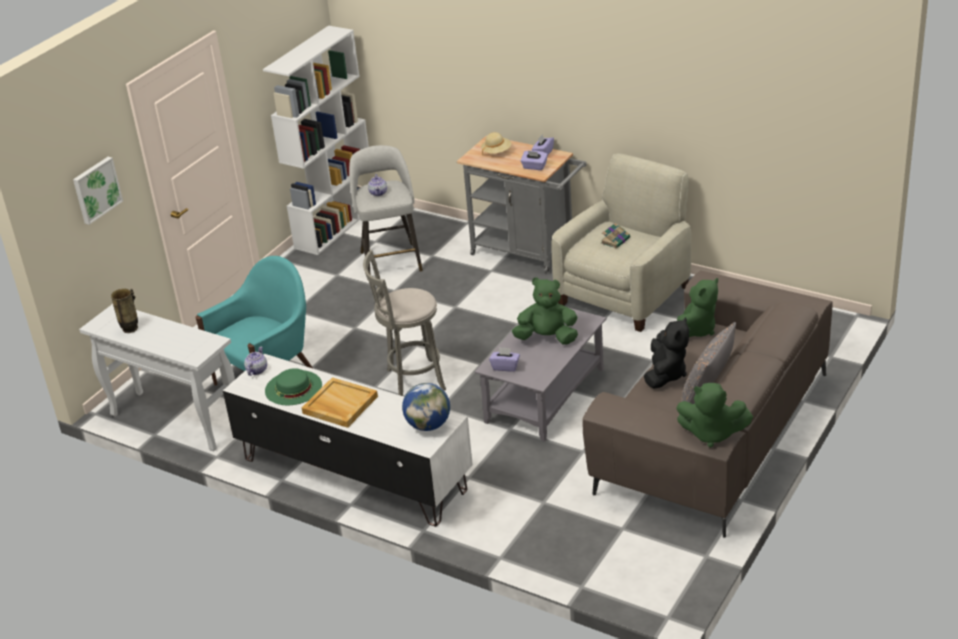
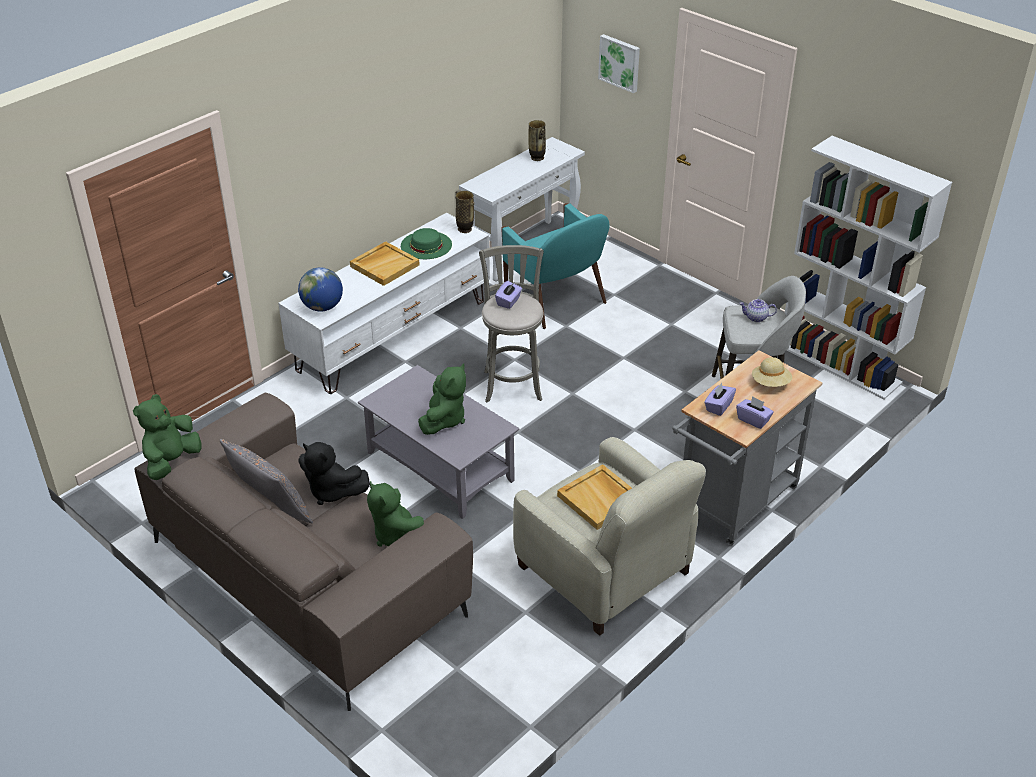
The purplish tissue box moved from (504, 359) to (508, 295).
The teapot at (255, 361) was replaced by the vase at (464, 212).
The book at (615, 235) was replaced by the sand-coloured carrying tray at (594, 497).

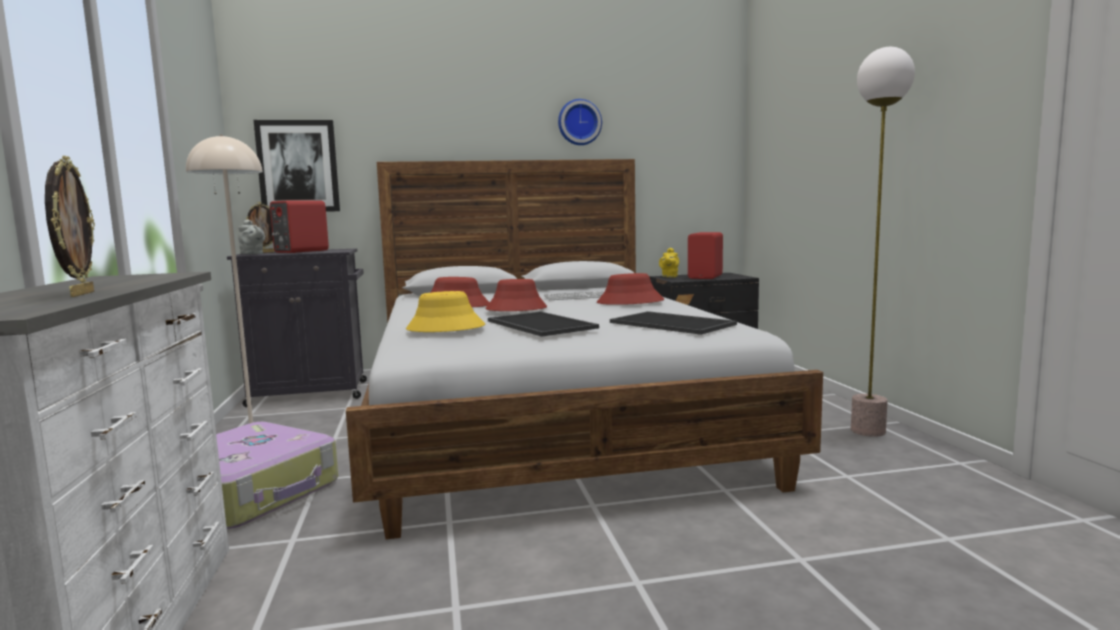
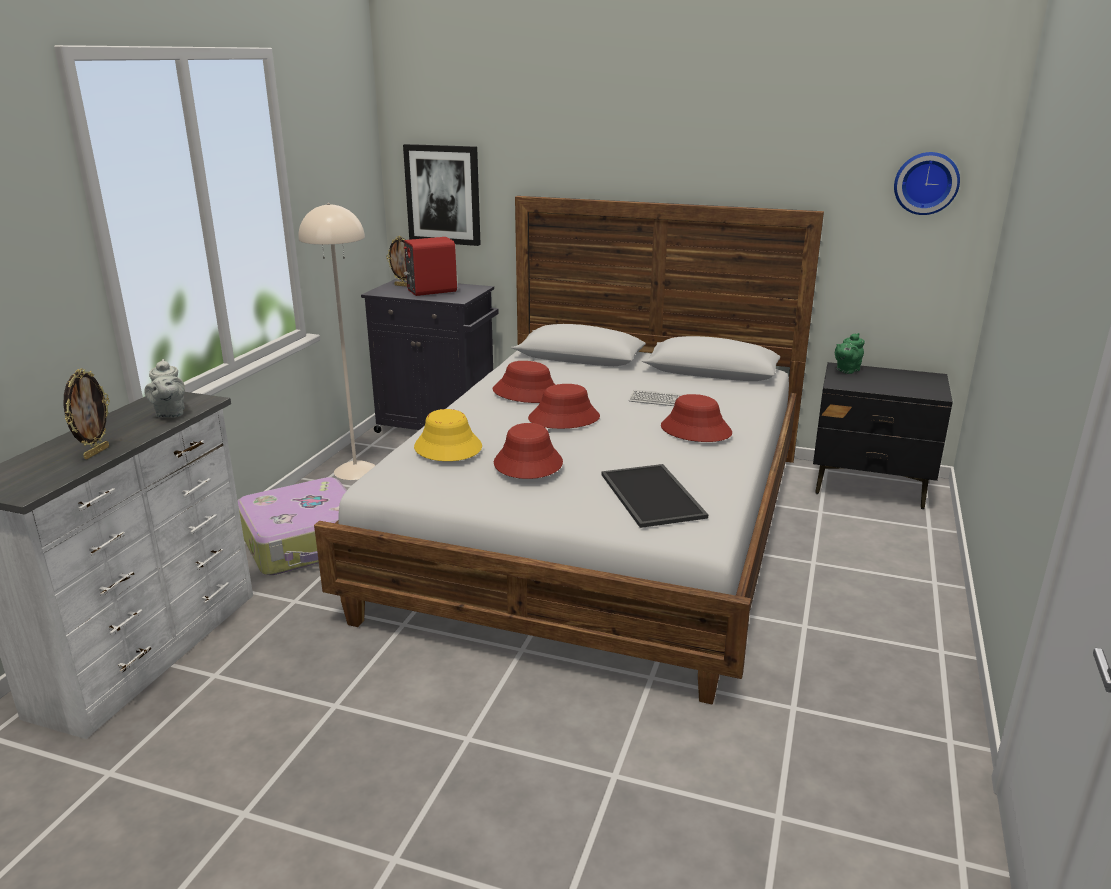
The red-coloured speaker at (705, 255) disappeared.
The standard lamp at (883, 242) disappeared.
The gray teapot moved from (251, 236) to (164, 388).
The clock on the wall moved from (580, 122) to (927, 183).
The carrying tray at (543, 324) was replaced by the red-coloured wearable hat at (528, 451).
The yellow teapot at (669, 263) became the green-coloured teapot at (850, 353).

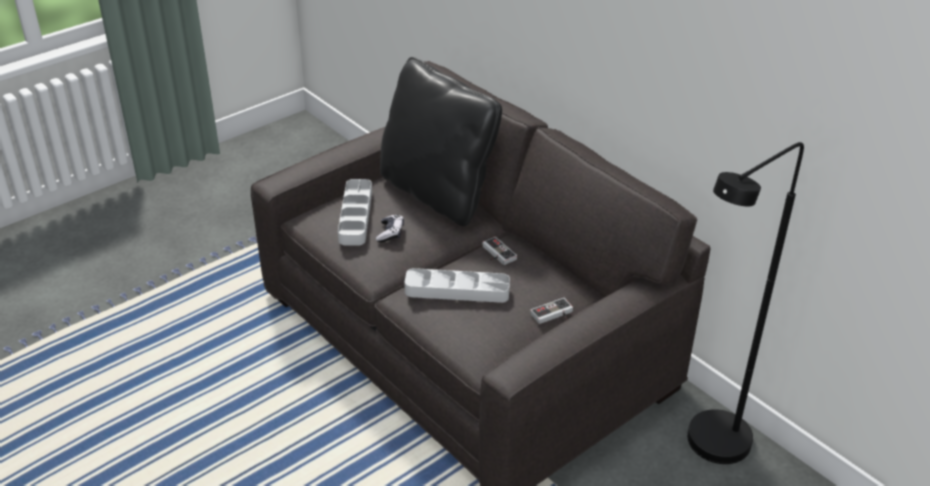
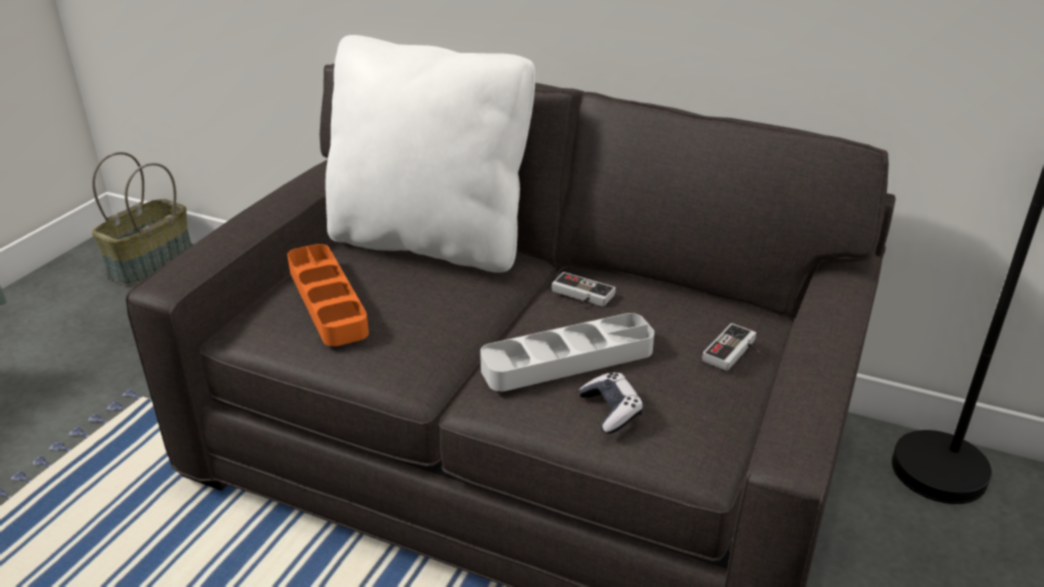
The basket at (142, 219) appeared.
The game controller moved from (390, 228) to (611, 403).
The gray carrying tray at (355, 212) became the orange carrying tray at (328, 295).
The blackish pillow at (441, 141) became the whitish pillow at (430, 154).

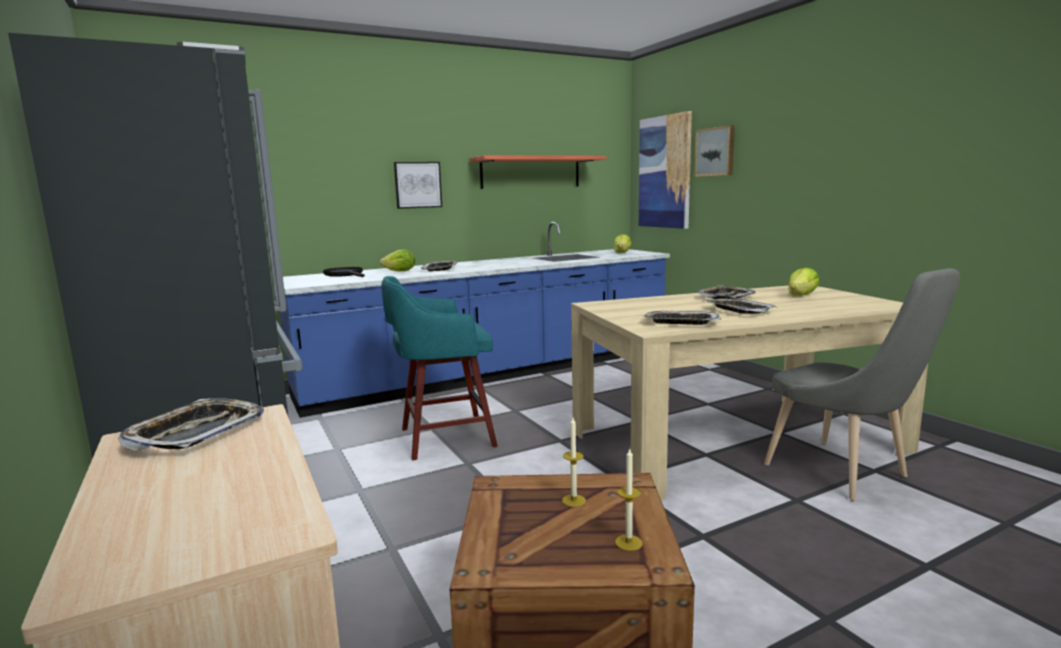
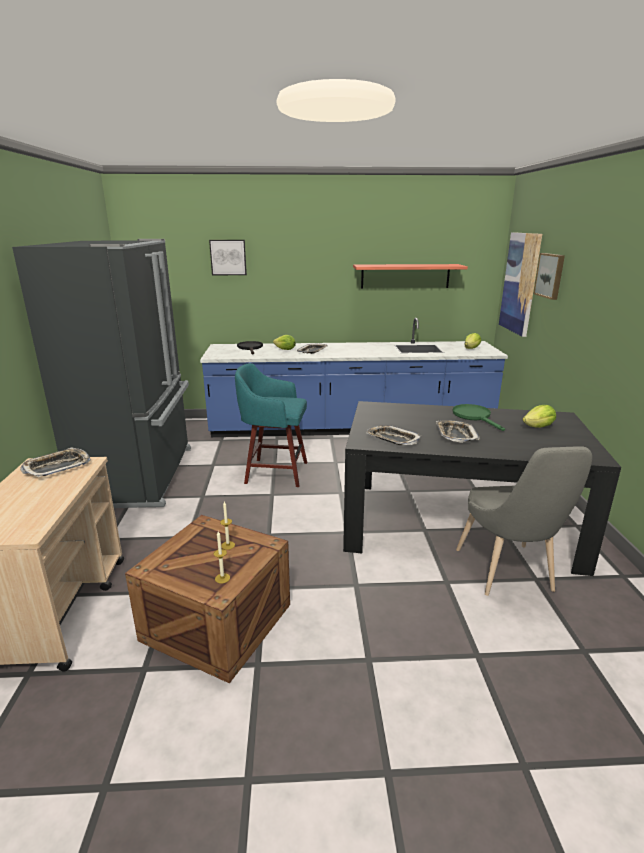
The wall art moved from (418, 185) to (228, 257).
The carrying tray at (727, 292) was replaced by the green-coloured pan at (479, 417).
The sand-coloured dining table at (749, 392) became the blackish dining table at (482, 488).

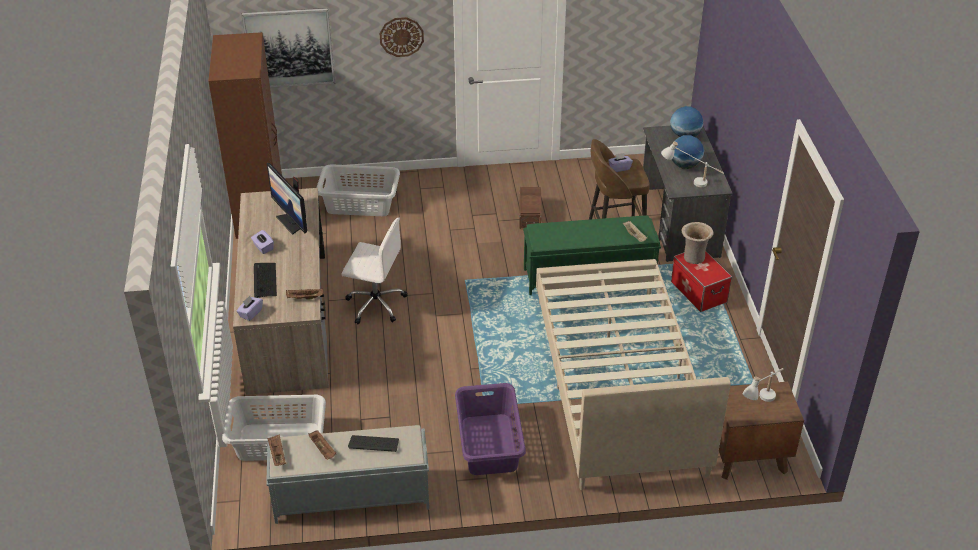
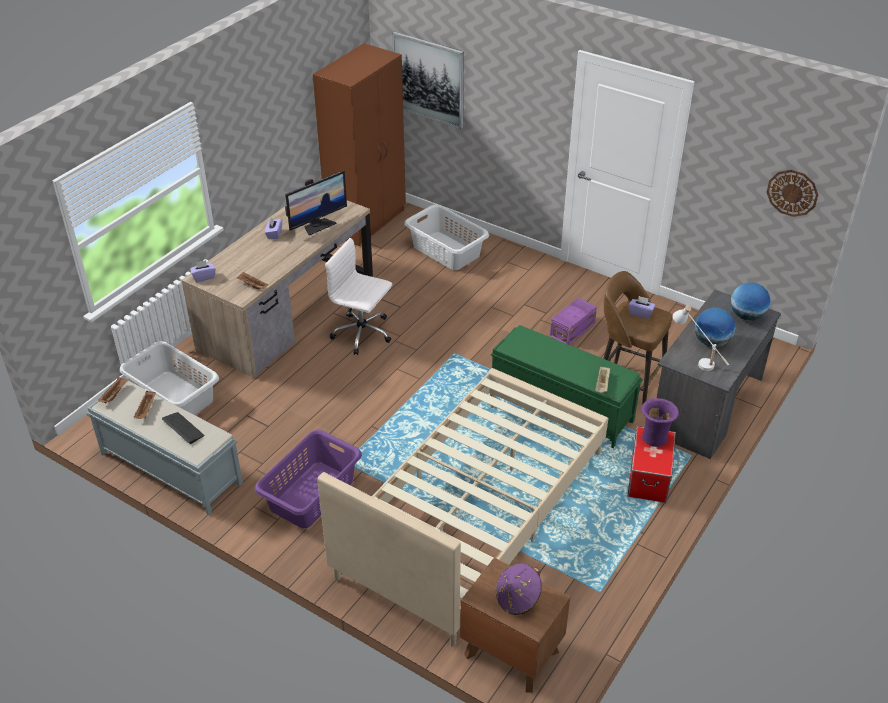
The keyboard at (265, 280) disappeared.
The clock on the wall moved from (401, 37) to (792, 193).
The whitish lamp for a table at (763, 385) was replaced by the purplish wearable hat at (519, 589).
The brown storage container at (530, 208) became the purplish storage container at (573, 321).
The sand-coloured vase at (698, 243) became the purplish vase at (660, 422).
The computer screen at (286, 199) turned 135 degrees counterclockwise.
The whitish office chair at (374, 271) turned 150 degrees clockwise.

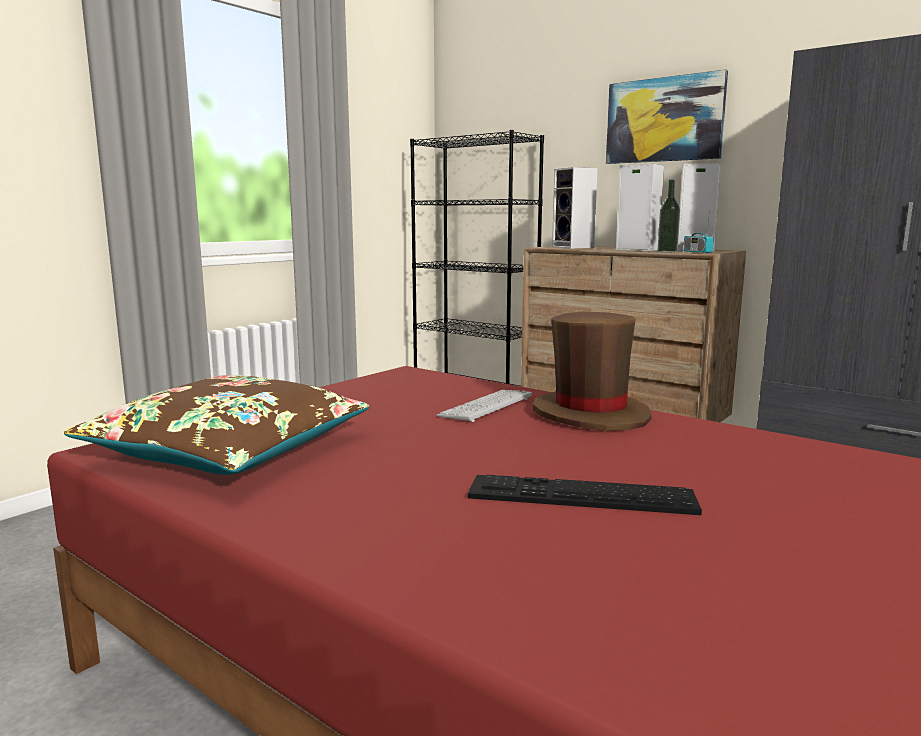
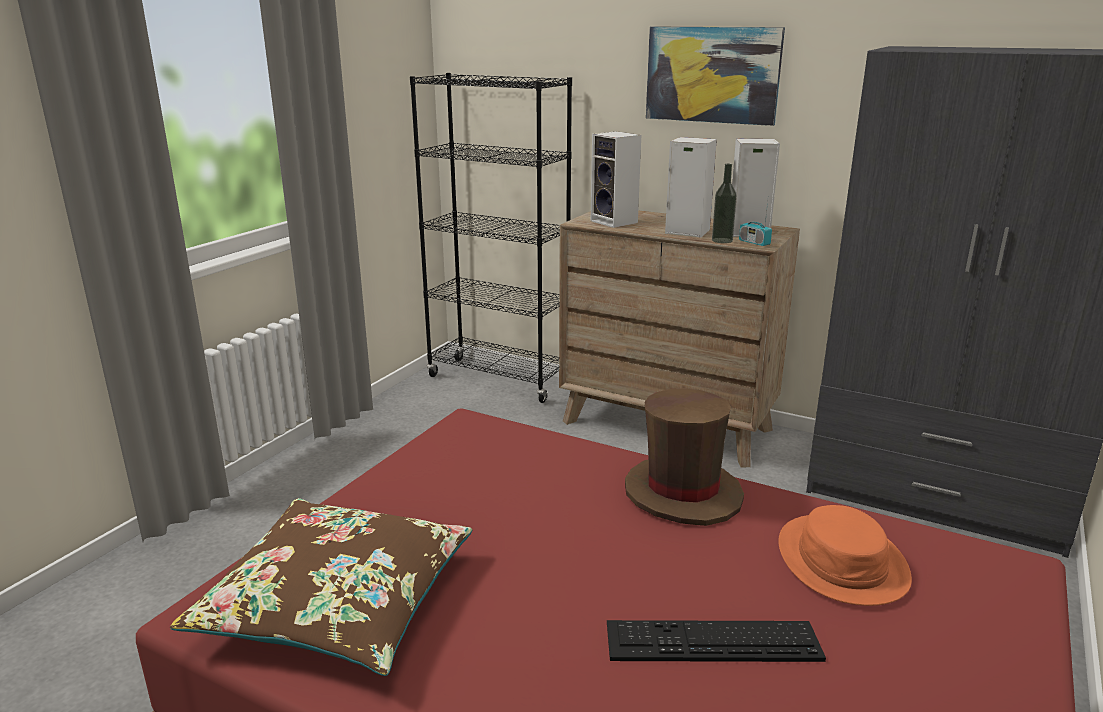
The keyboard at (484, 406) disappeared.
The orange wearable hat at (845, 555) appeared.

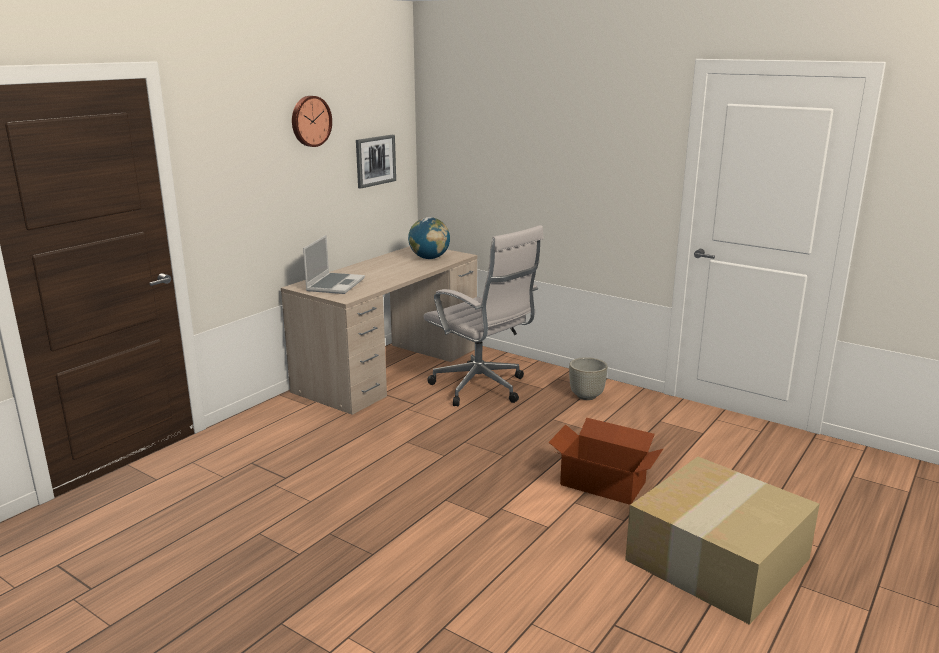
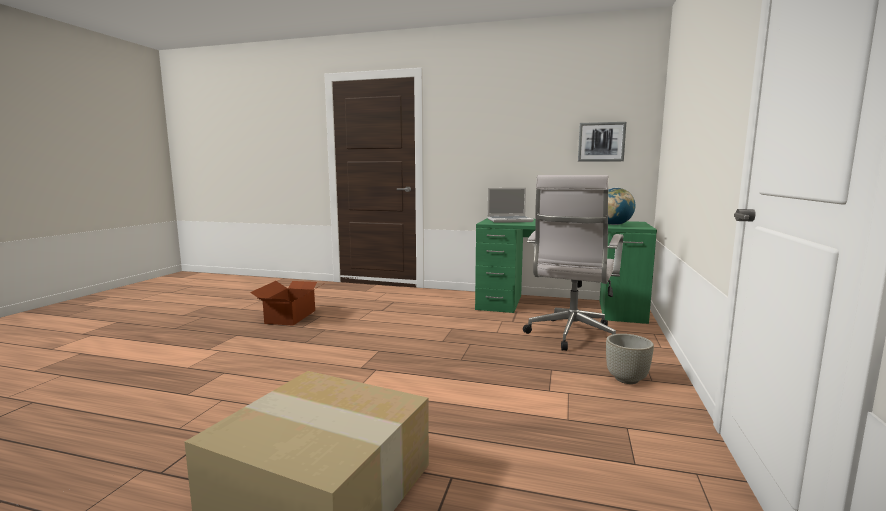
The clock on the wall at (312, 121) disappeared.
The packing box moved from (606, 461) to (287, 303).
The sand-coloured desk at (379, 330) became the green-coloured desk at (566, 271).

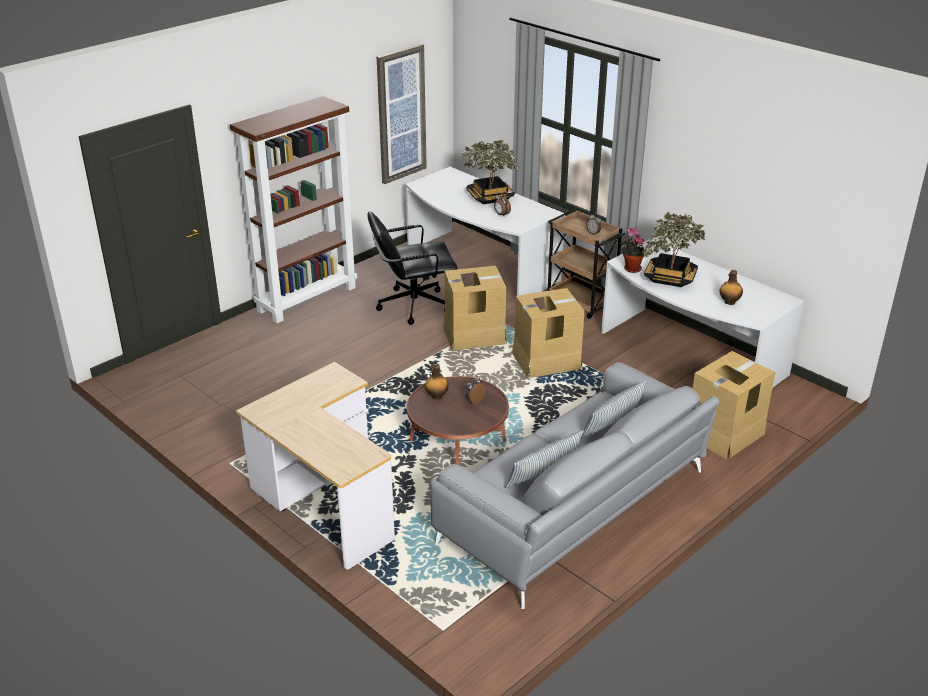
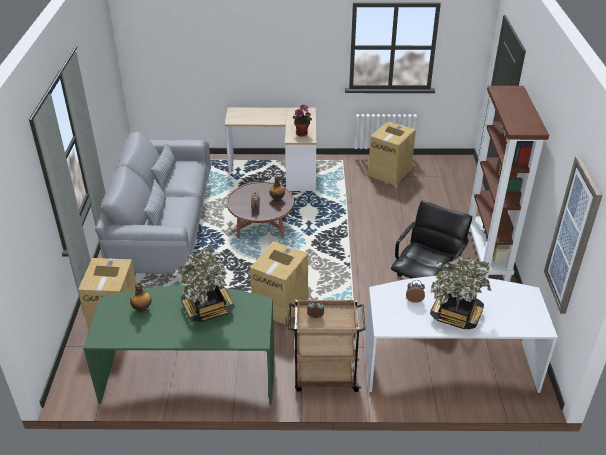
The packing box moved from (475, 308) to (391, 153).
The potted plant moved from (632, 250) to (302, 120).
The whitish desk at (703, 313) became the green-coloured desk at (178, 345).

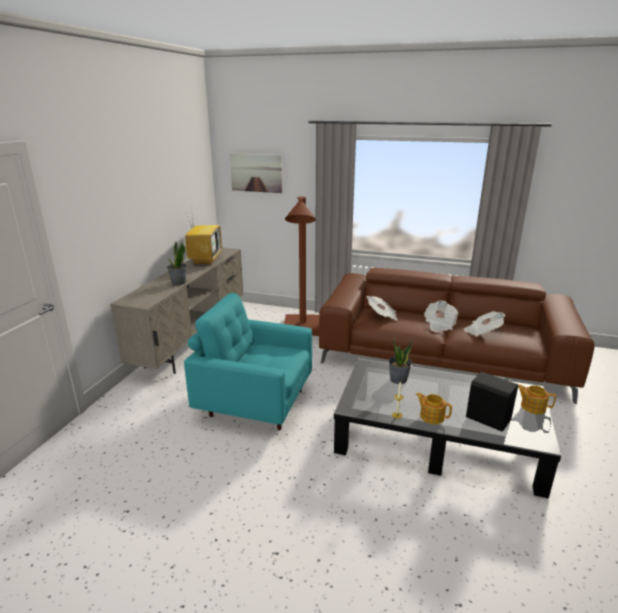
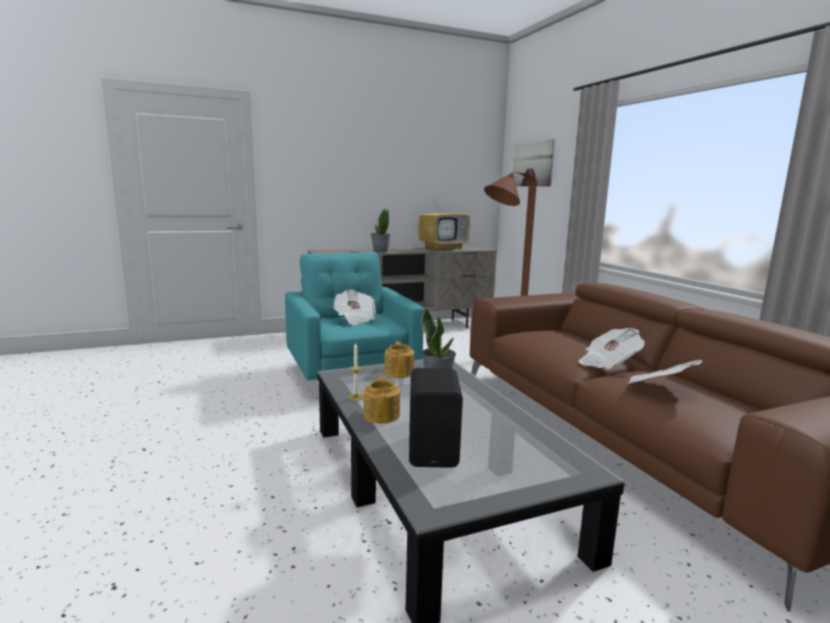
The newspaper moved from (382, 308) to (354, 307).
The teapot moved from (537, 399) to (399, 359).

